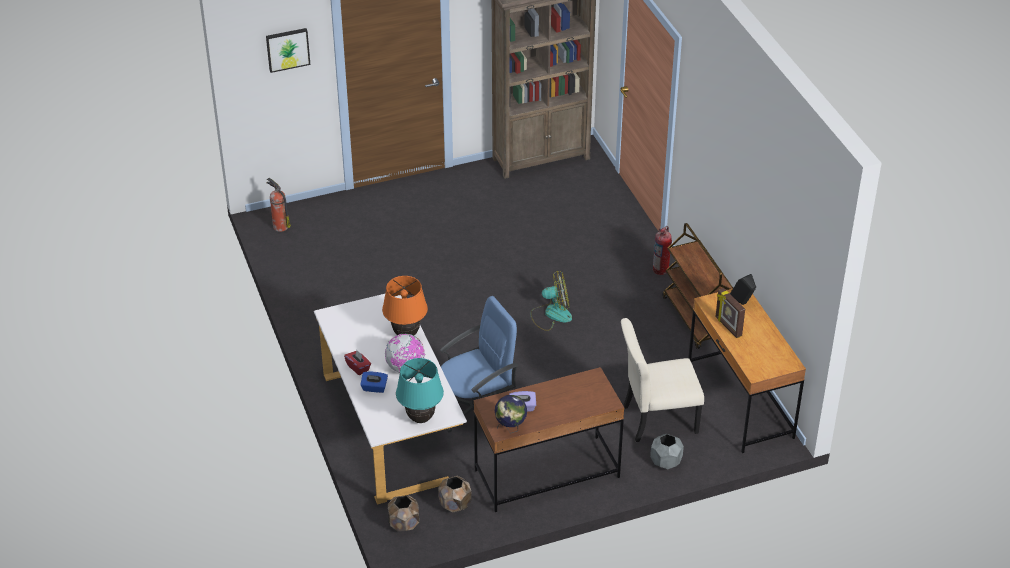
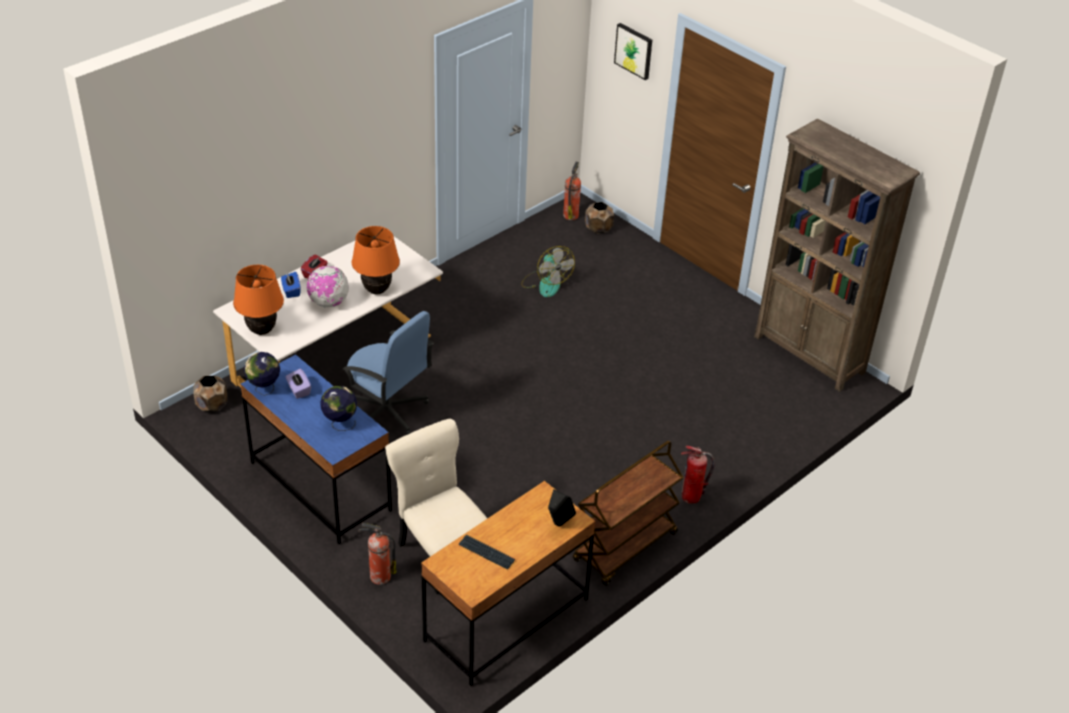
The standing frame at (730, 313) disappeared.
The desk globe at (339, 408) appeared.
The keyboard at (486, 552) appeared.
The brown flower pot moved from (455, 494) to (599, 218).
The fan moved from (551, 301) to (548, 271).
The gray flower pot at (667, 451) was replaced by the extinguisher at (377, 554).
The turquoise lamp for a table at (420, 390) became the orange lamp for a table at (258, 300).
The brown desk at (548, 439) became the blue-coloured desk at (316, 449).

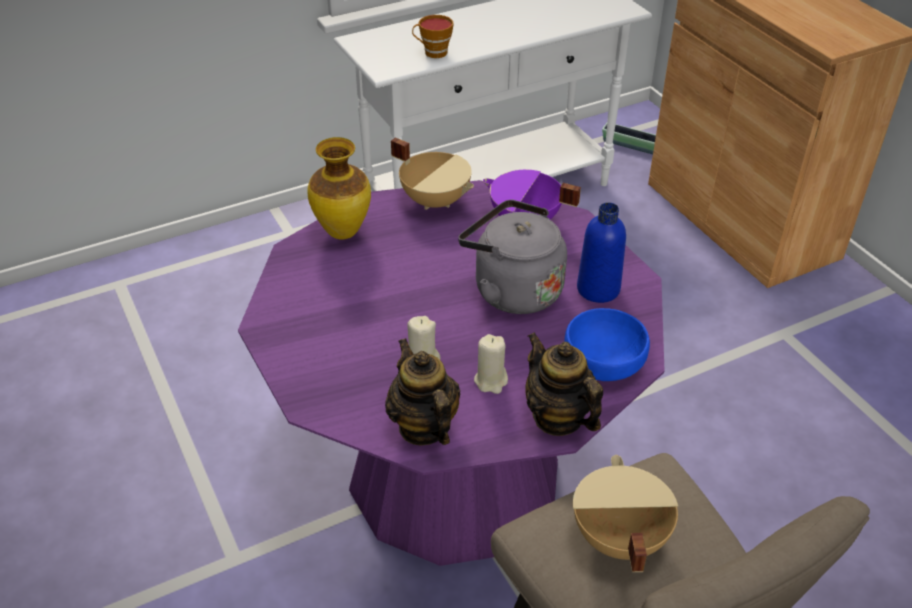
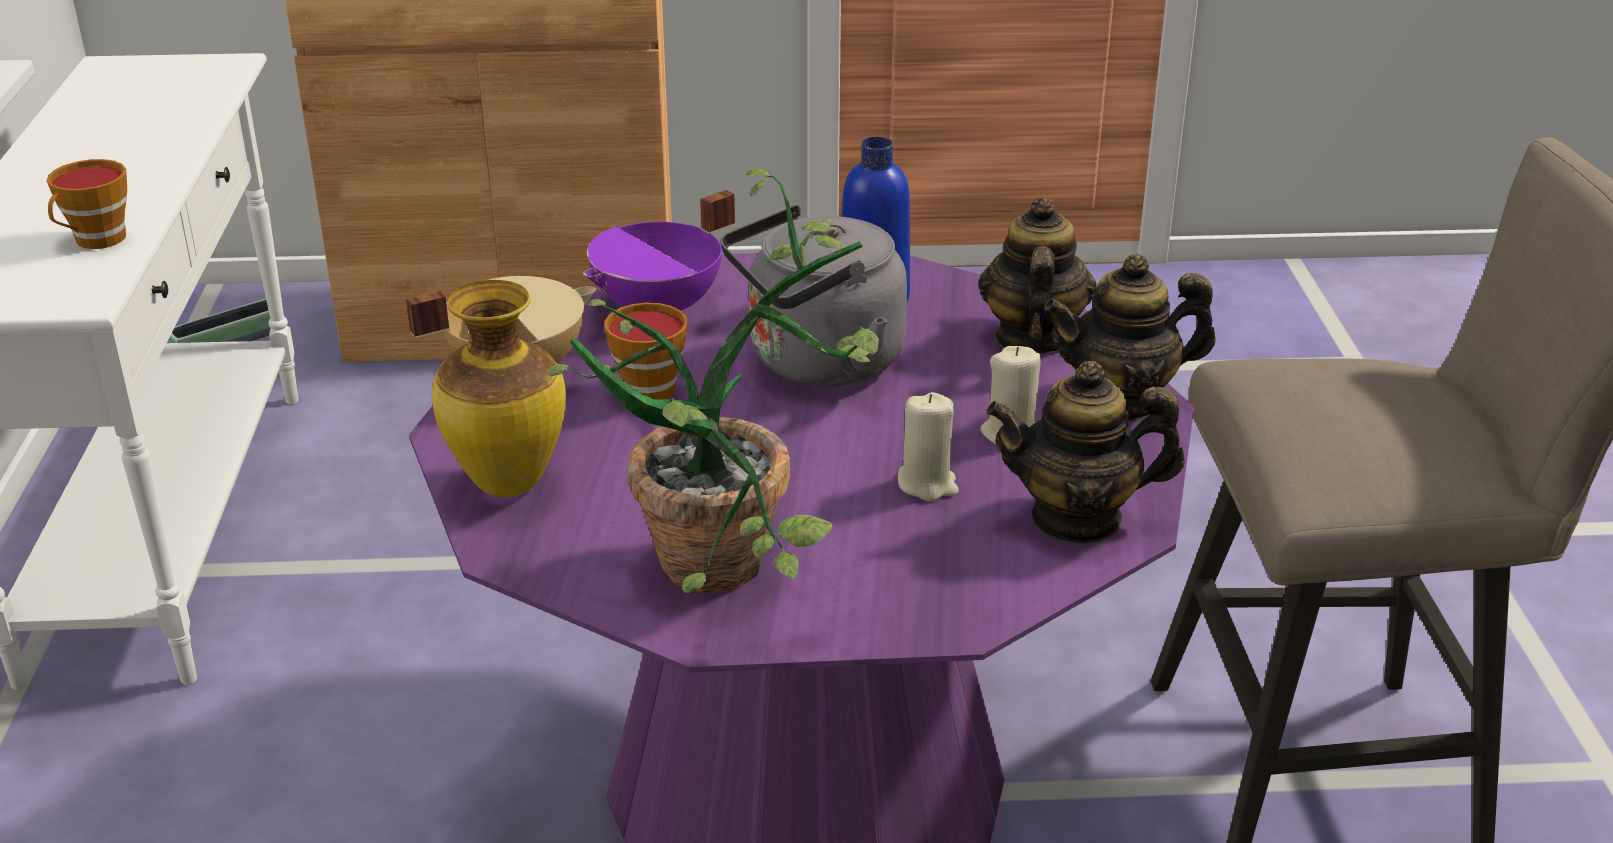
The sand-coloured cooking pot at (625, 513) disappeared.
The potted plant at (713, 380) appeared.
The drinking cup at (645, 351) appeared.
The blue-coloured bowl at (607, 344) was replaced by the teapot at (1038, 275).

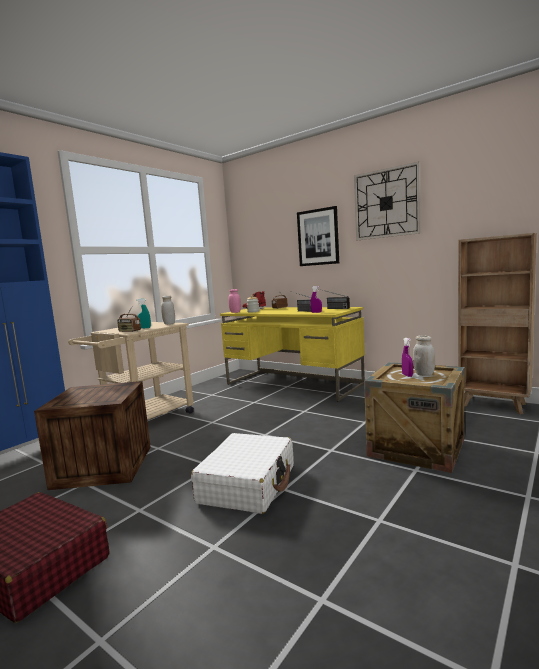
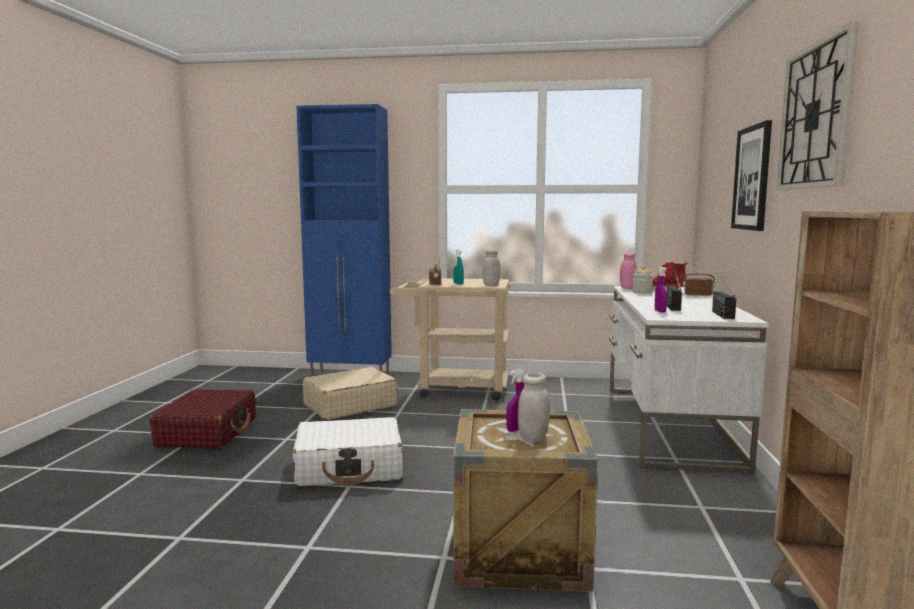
The packing crate at (92, 435) was replaced by the sand-coloured suitcase at (350, 393).
The yellow desk at (292, 354) became the whitish desk at (689, 379).

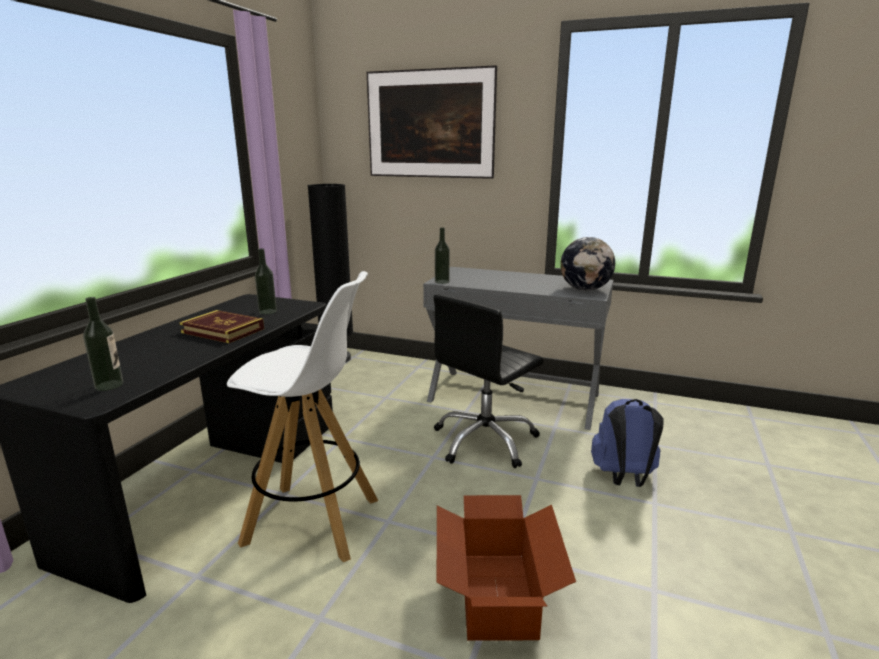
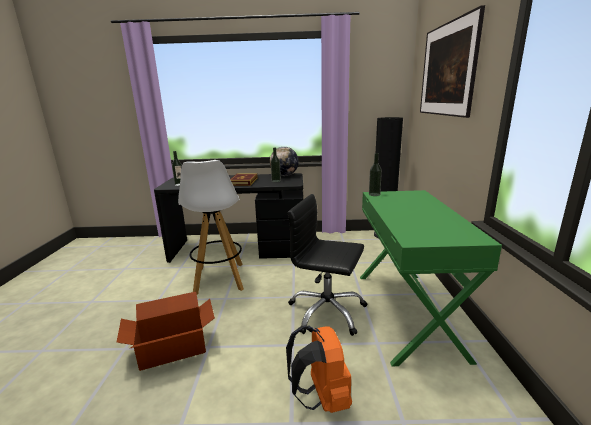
The desk globe moved from (587, 264) to (284, 161).
The gray desk at (518, 348) became the green-coloured desk at (431, 278).
The blue-coloured rucksack at (627, 443) became the orange rucksack at (319, 369).

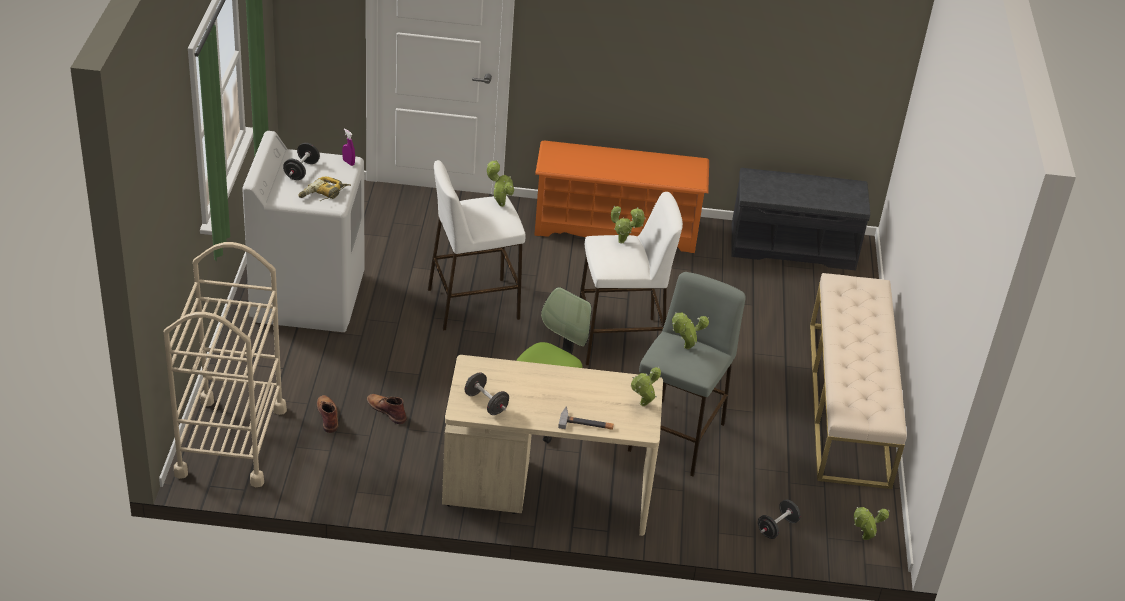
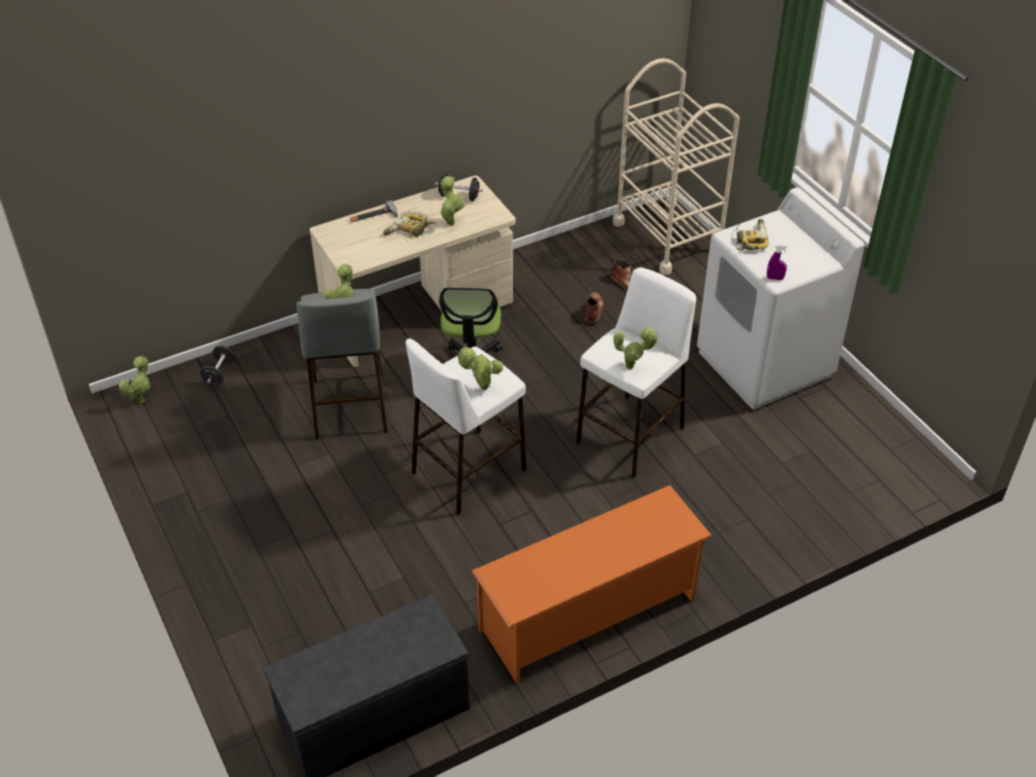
The blackish free weight at (301, 161) disappeared.
The sand-coloured bench at (858, 381) disappeared.
The drill at (409, 226) appeared.
The potted plant moved from (646, 386) to (452, 201).
The brown boot at (387, 409) turned 90 degrees counterclockwise.

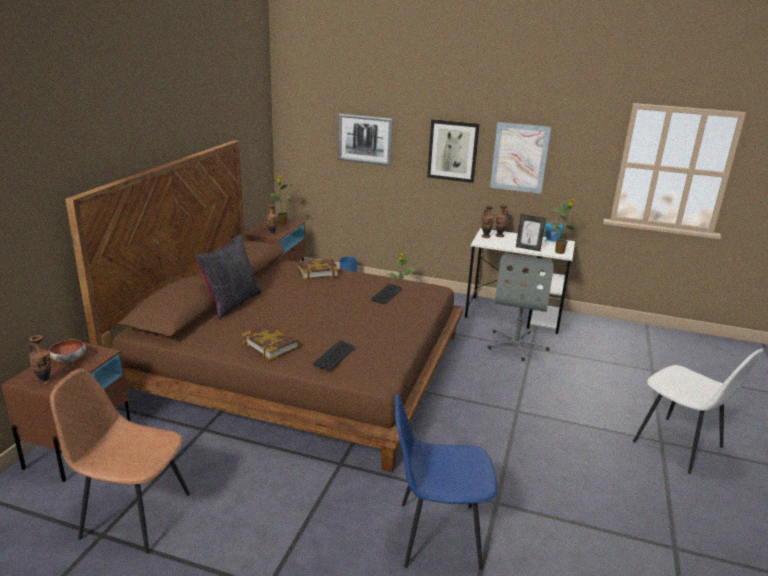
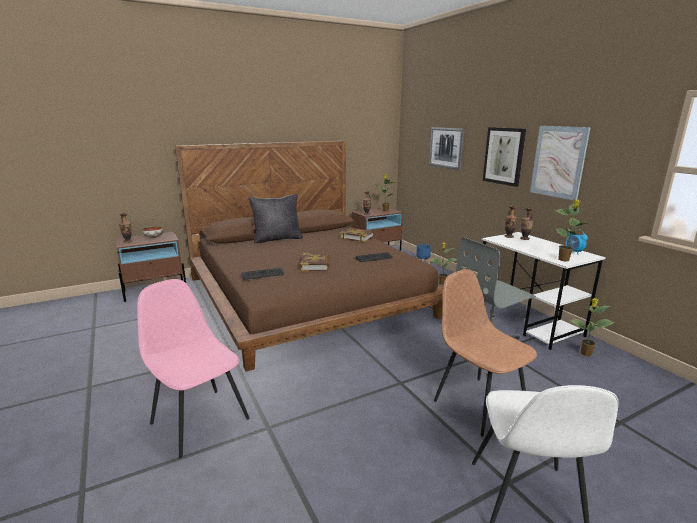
The standing frame at (531, 232) disappeared.
The potted plant at (592, 327) appeared.
The brown plain chair moved from (120, 461) to (485, 353).
The book moved from (271, 342) to (315, 262).
The blue-coloured plain chair at (446, 481) became the pink-coloured plain chair at (193, 368).

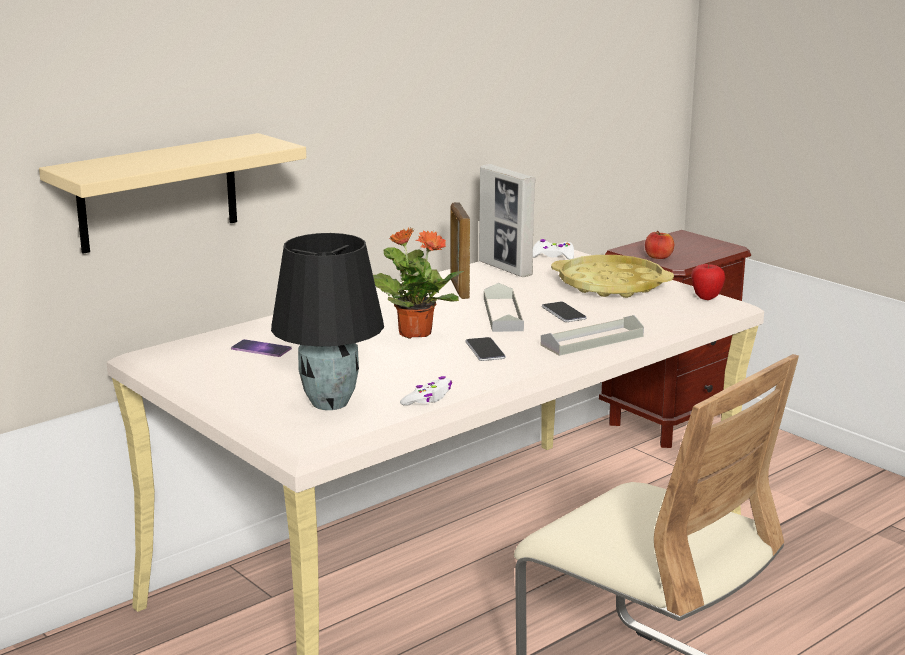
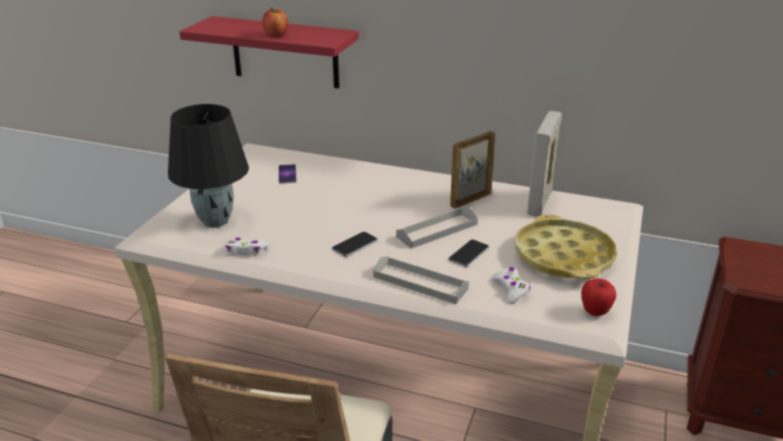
The potted plant at (418, 282) disappeared.
The whitish game controller moved from (553, 249) to (510, 285).
The apple fruit moved from (659, 245) to (275, 21).
The sand-coloured bracket shelf at (172, 193) became the red-coloured bracket shelf at (269, 52).

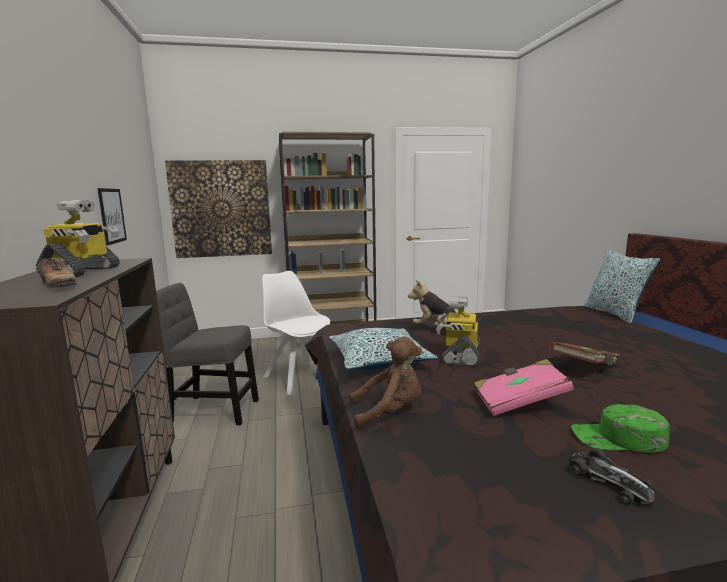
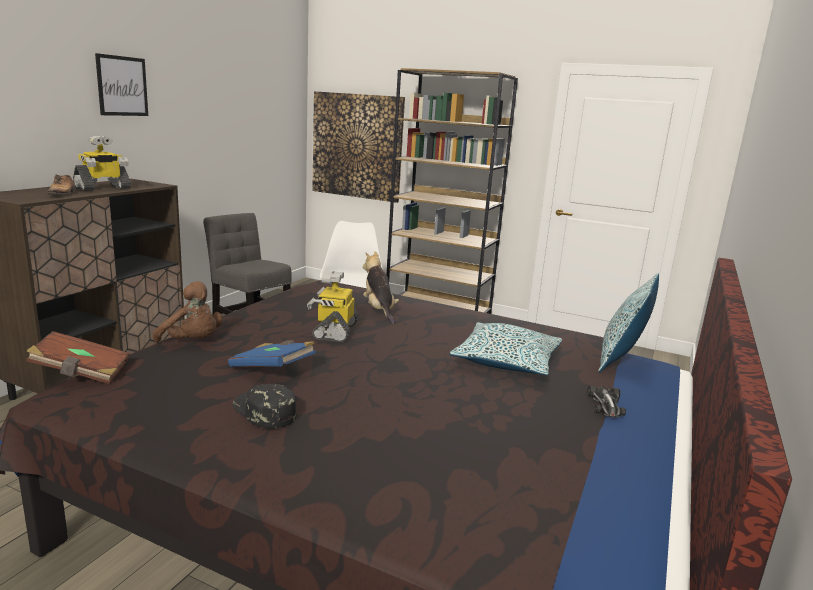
The wall art moved from (112, 217) to (121, 84).
The pillow moved from (383, 349) to (505, 348).
The brown book moved from (584, 354) to (78, 357).
The model car moved from (612, 476) to (606, 401).
The pink-coloured book at (524, 387) became the blue-coloured book at (272, 353).
The green-coloured peaked cap at (620, 428) became the blackish peaked cap at (265, 406).
The robot figure at (458, 331) turned 45 degrees counterclockwise.

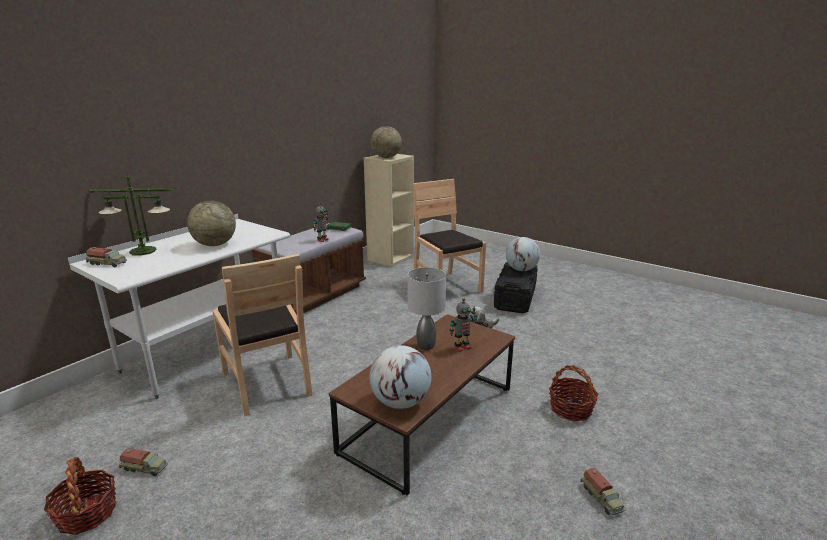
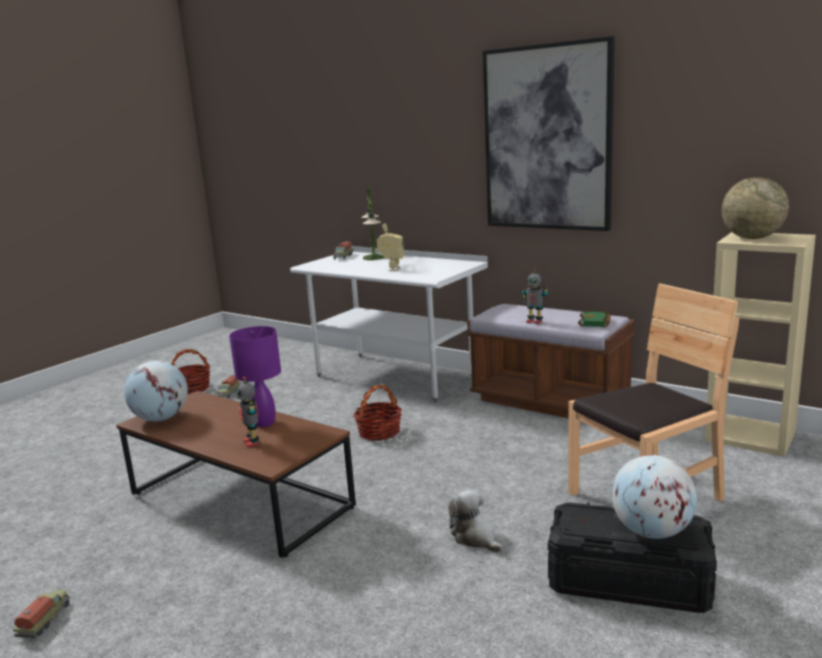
The brown plain chair at (262, 335) disappeared.
The wall art at (548, 133) appeared.
The basket moved from (573, 393) to (377, 413).
The desk globe at (211, 223) was replaced by the robot figure at (390, 247).
The gray lamp for a table at (427, 308) became the purplish lamp for a table at (255, 376).
The toy lorry at (602, 491) turned 120 degrees clockwise.

